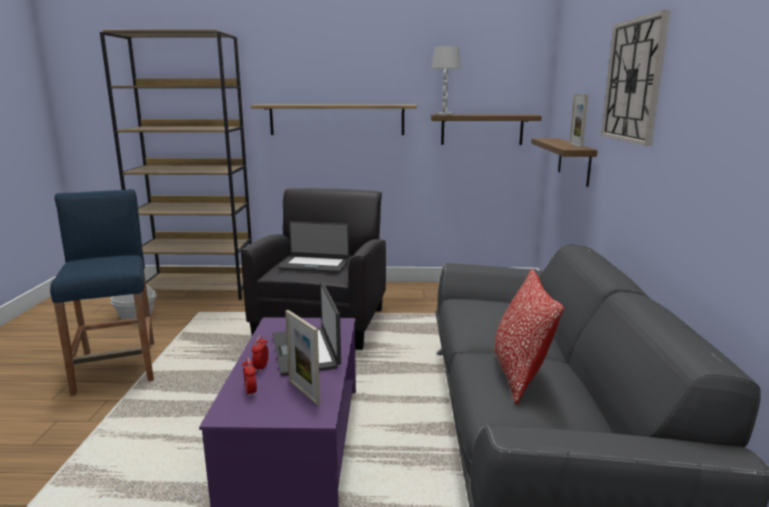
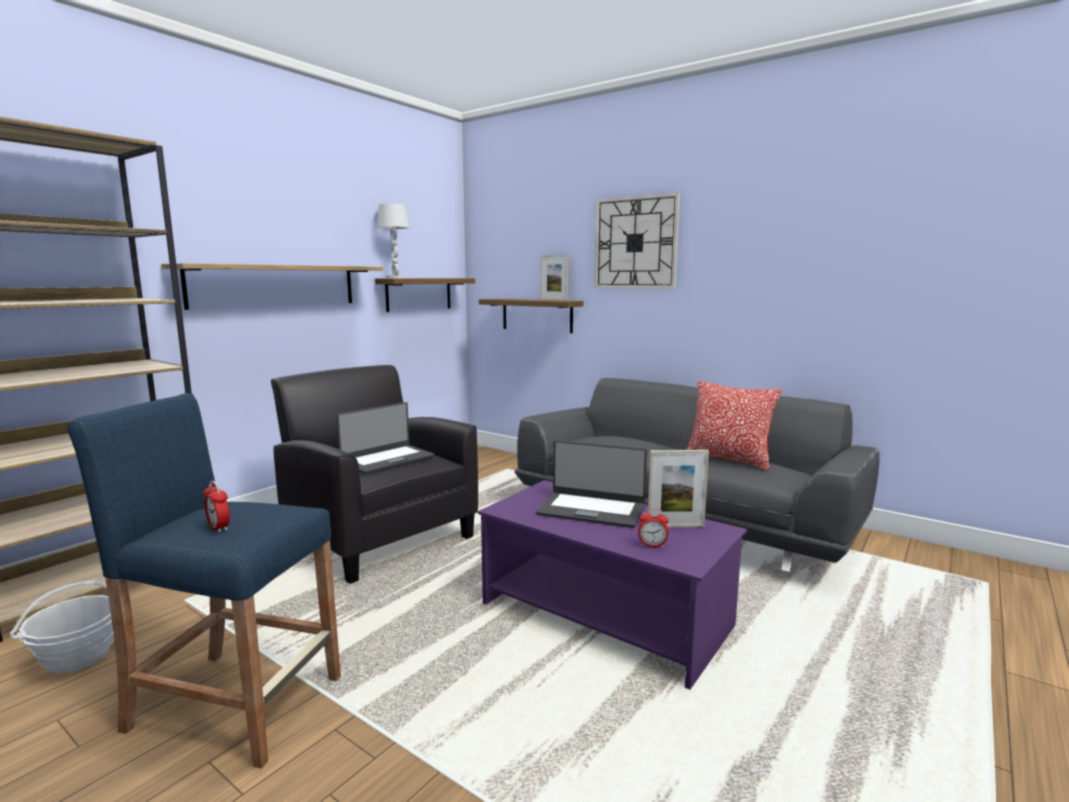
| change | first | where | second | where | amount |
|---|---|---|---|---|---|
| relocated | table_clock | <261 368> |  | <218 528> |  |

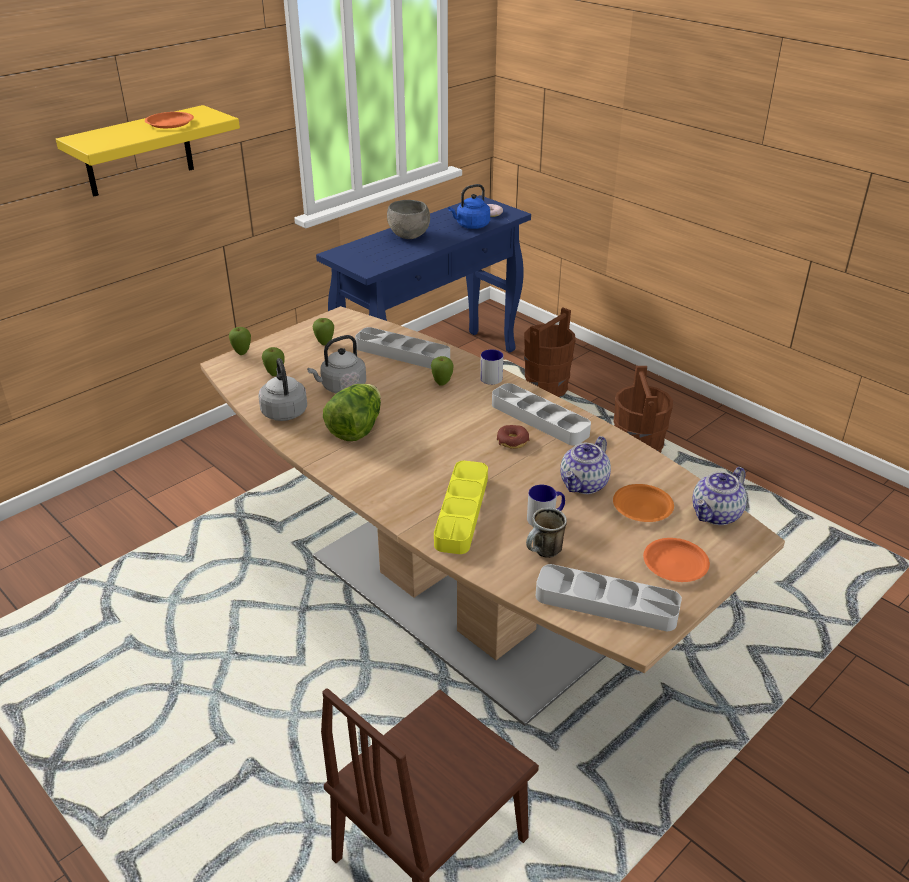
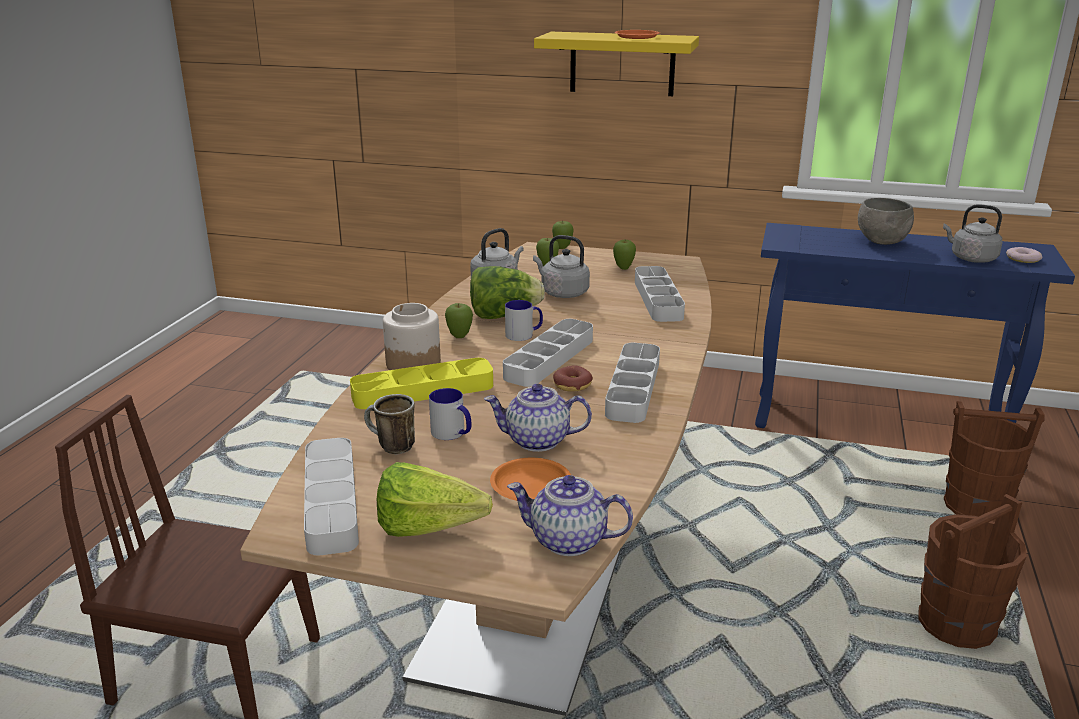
| change | first | where | second | where | amount |
|---|---|---|---|---|---|
| appeared |  |  | preserve_jar | <413 364> |  |
| appeared |  |  | greyish_carrying_tray | <549 358> |  |
| relocated | whole_apple | <442 383> |  | <459 337> |  |
| relocated | mug | <492 376> |  | <524 334> |  |
| exchanged | orange_plate | <674 564> | lettuce_head | <437 530> |  |
| colour | bluish_tea_kettle | <471 226> | greyish_tea_kettle | <970 258> |  |

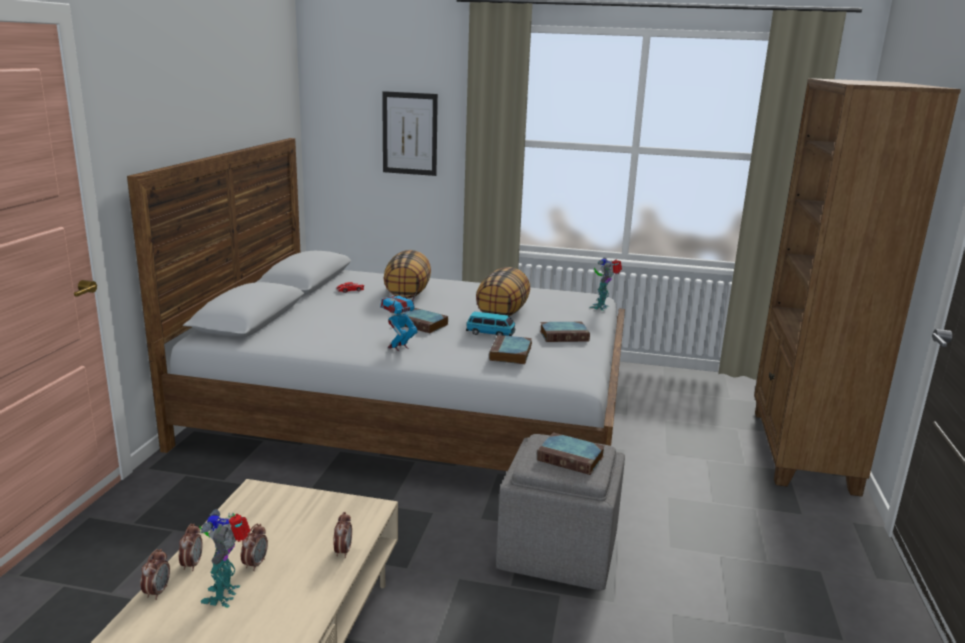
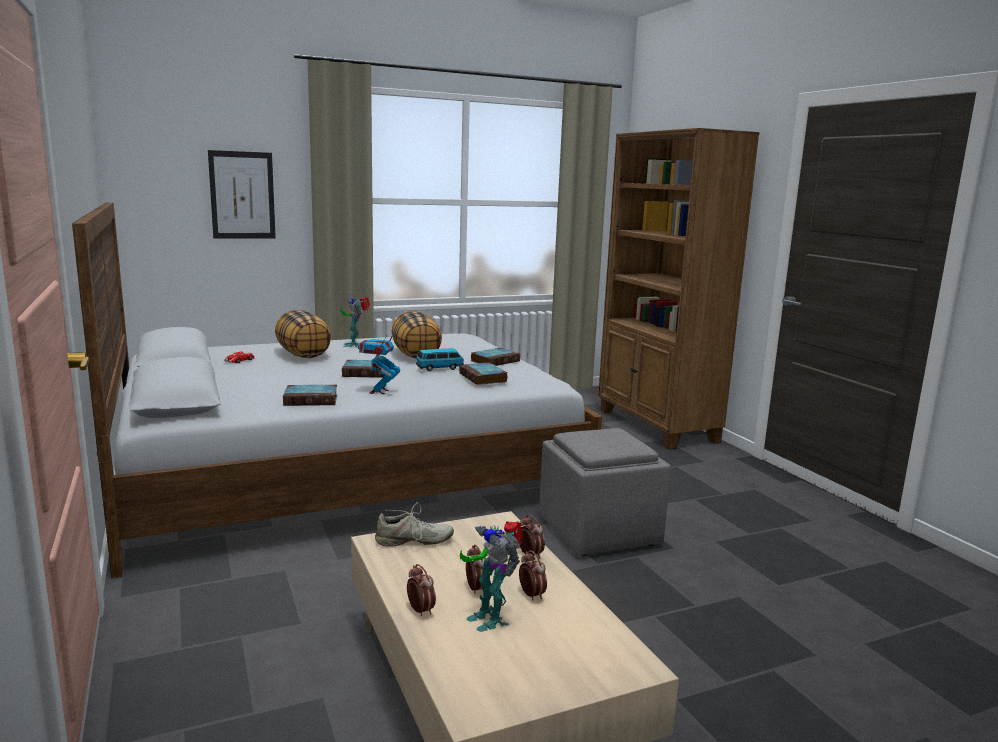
| change | first | where | second | where | amount |
|---|---|---|---|---|---|
| appeared |  |  | sand-coloured_item_of_footwear | <413 541> |  |
| relocated | table_clock | <157 592> |  | <531 595> |  |
| relocated | volume | <572 458> |  | <312 400> |  |
| relocated | robot_figure | <602 307> |  | <354 345> |  |

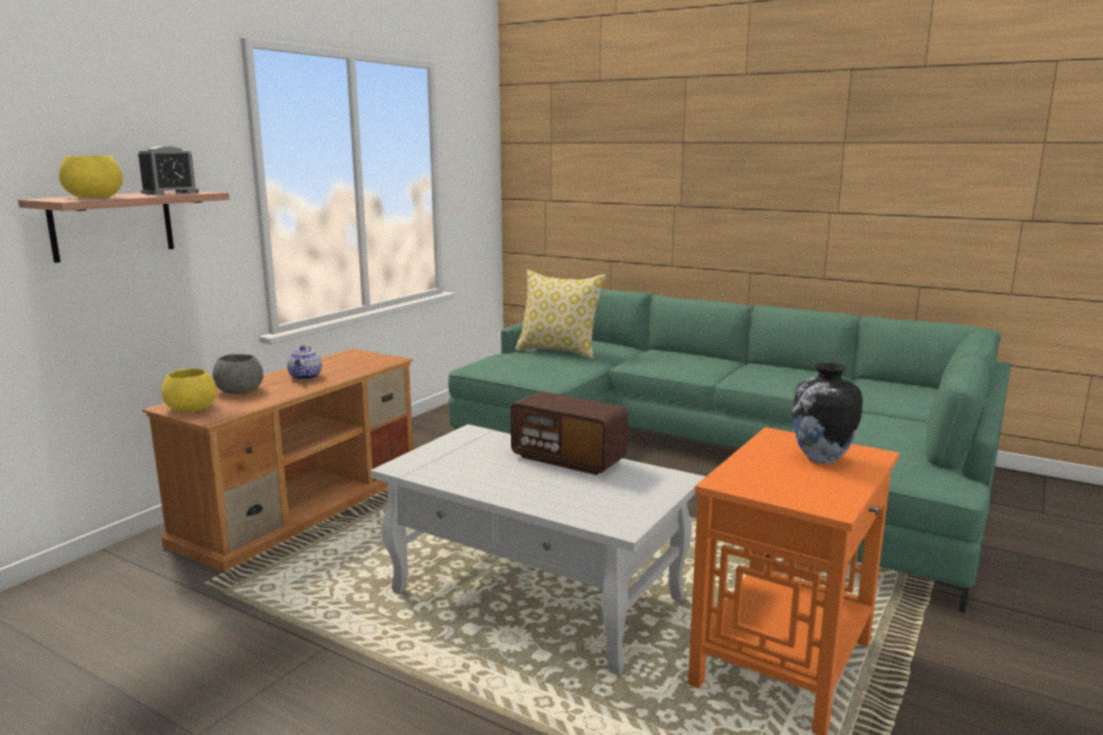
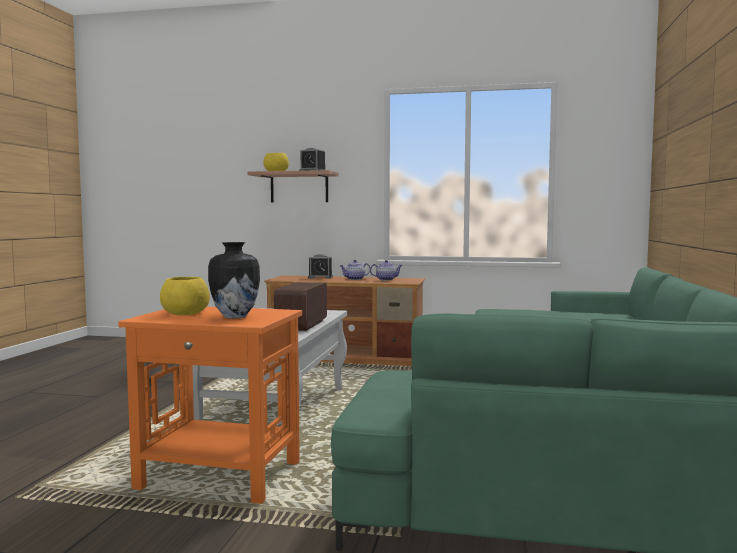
| change | first | where | second | where | amount |
|---|---|---|---|---|---|
| missing | pillow | <559 351> |  |  |  |
| appeared |  |  | pot_for_tea | <386 279> |  |
| relocated | yellowish_bowl | <192 408> |  | <185 313> |  |
| exchanged | greyish_bowl | <238 391> | table_clock | <320 277> |  |

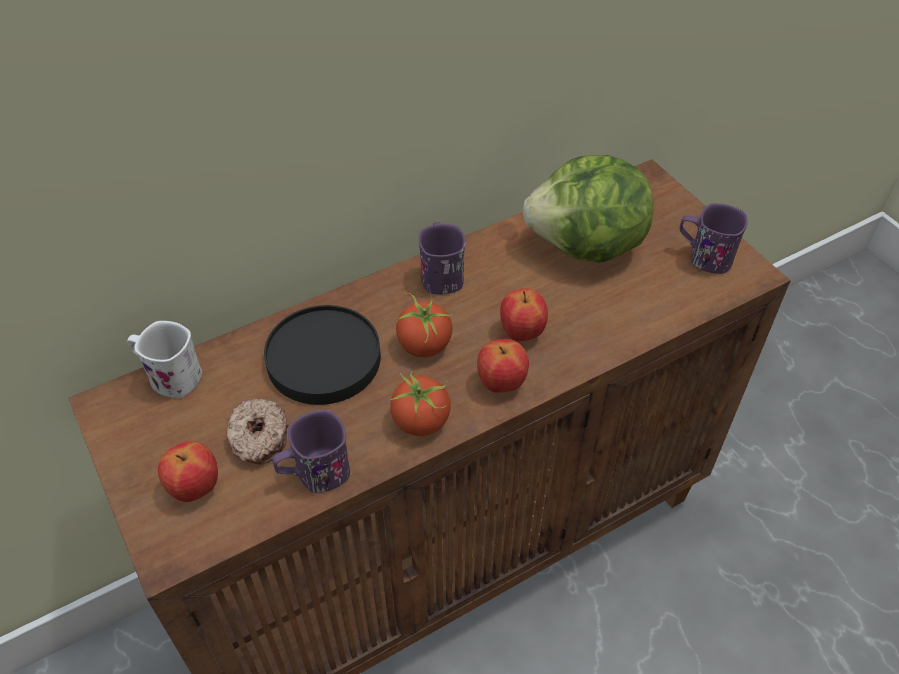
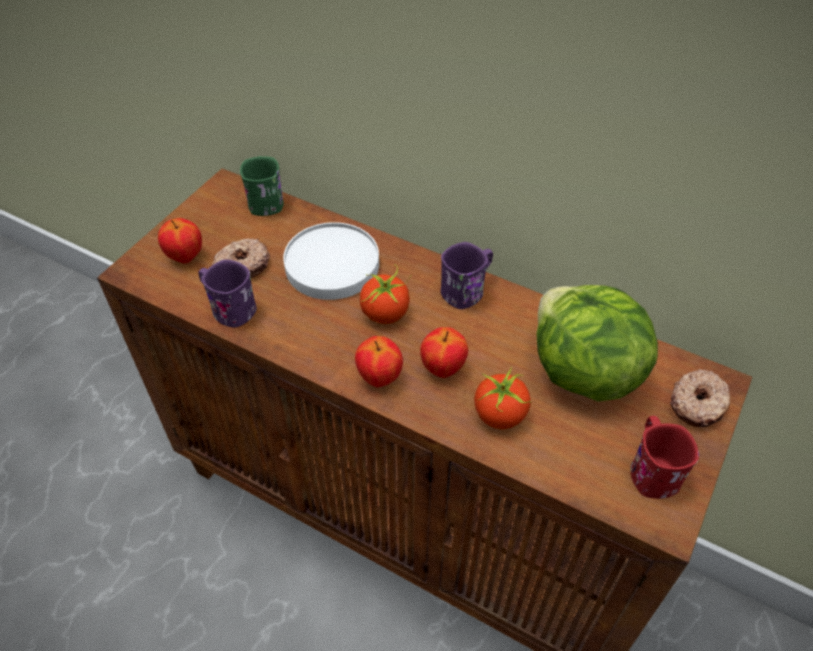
| change | first | where | second | where | amount |
|---|---|---|---|---|---|
| appeared |  |  | donut | <698 404> |  |
| relocated | fresh_tomato | <421 422> |  | <499 415> |  |
| colour | white-coloured_mug | <169 376> | greenish_mug | <265 200> |  |
| colour | black_plate | <323 358> | white-coloured_plate | <332 264> |  |
| colour | purple_mug | <703 256> | reddish_mug | <651 469> |  |

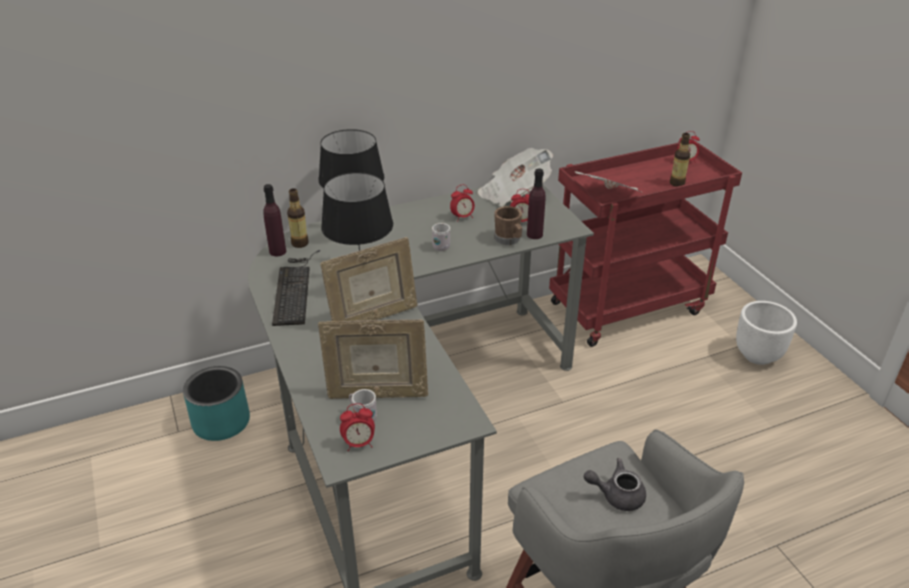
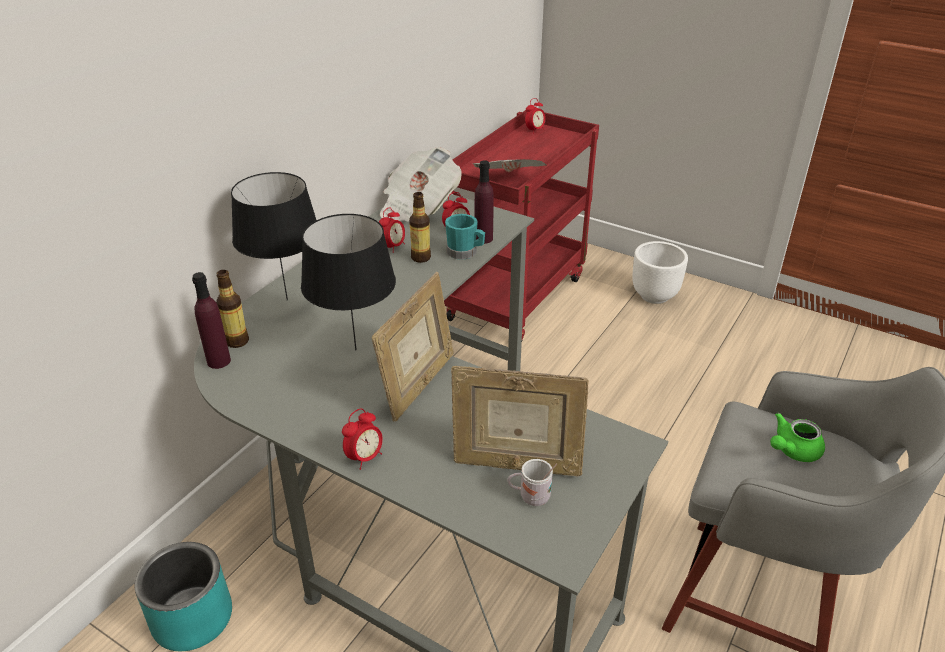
| change | first | where | second | where | amount |
|---|---|---|---|---|---|
| missing | keyboard | <294 288> |  |  |  |
| missing | white-coloured_mug | <442 246> |  |  |  |
| relocated | table_clock | <359 444> |  | <365 457> |  |
| relocated | beverage_bottle | <677 183> |  | <421 258> |  |
| colour | brown_mug | <509 240> | blue-green_mug | <465 252> |  |
| colour | greyish_pot_for_tea | <616 495> | greenish_pot_for_tea | <792 450> |  |
| spun | picture_frame | <377 394> |  | <516 464> | 45 degrees clockwise |

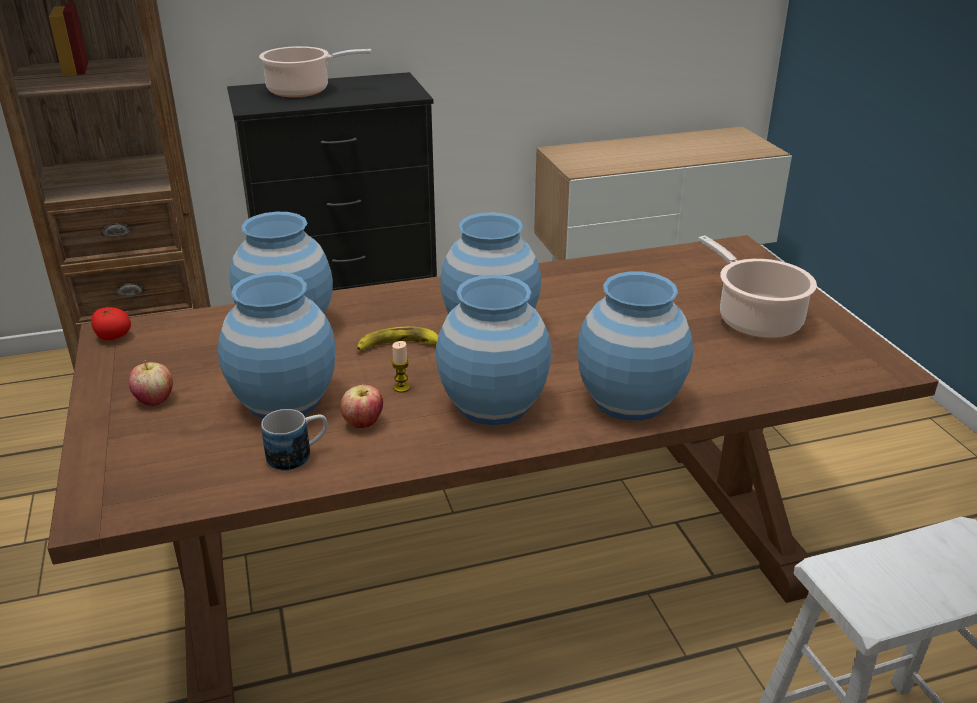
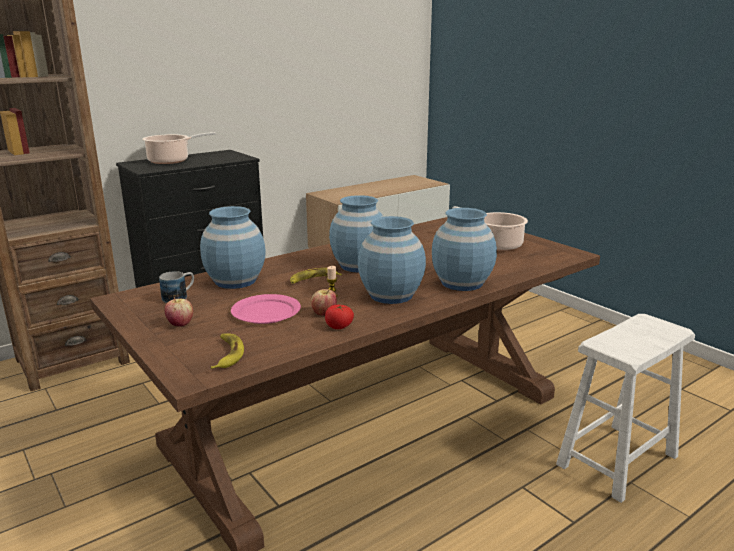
| change | first | where | second | where | amount |
|---|---|---|---|---|---|
| appeared |  |  | banana_fruit | <227 354> |  |
| relocated | fresh_tomato | <113 337> |  | <339 327> |  |
| relocated | mug | <298 455> |  | <179 297> |  |
| exchanged | bluish_vase | <284 401> | pink_plate | <266 312> |  |

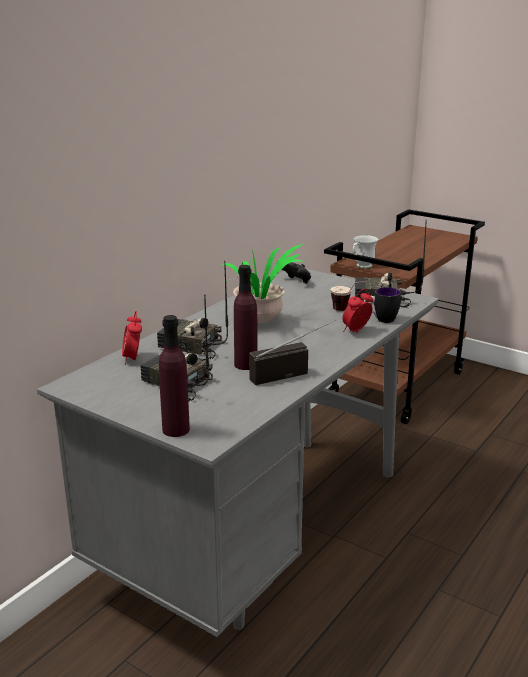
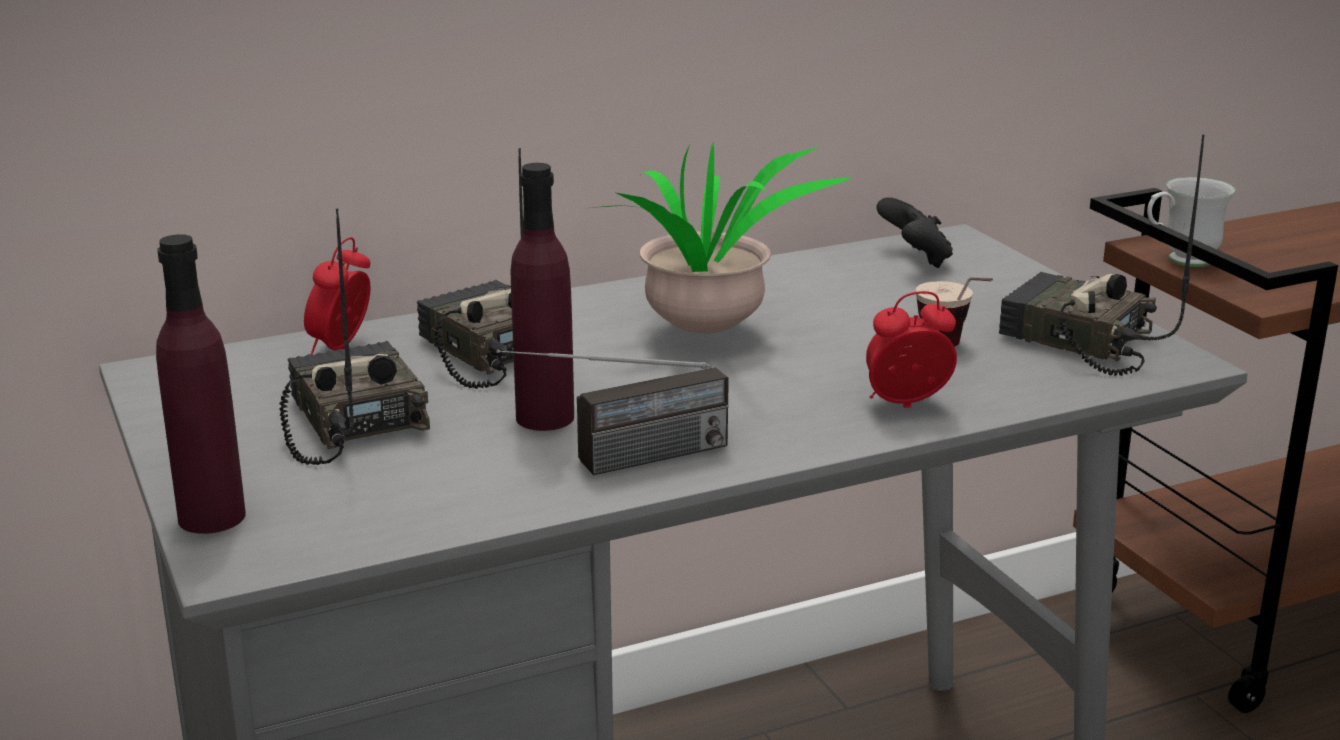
| change | first | where | second | where | amount |
|---|---|---|---|---|---|
| missing | mug | <380 320> |  |  |  |
| spun | radio_receiver | <292 373> |  | <618 463> | 150 degrees clockwise |

